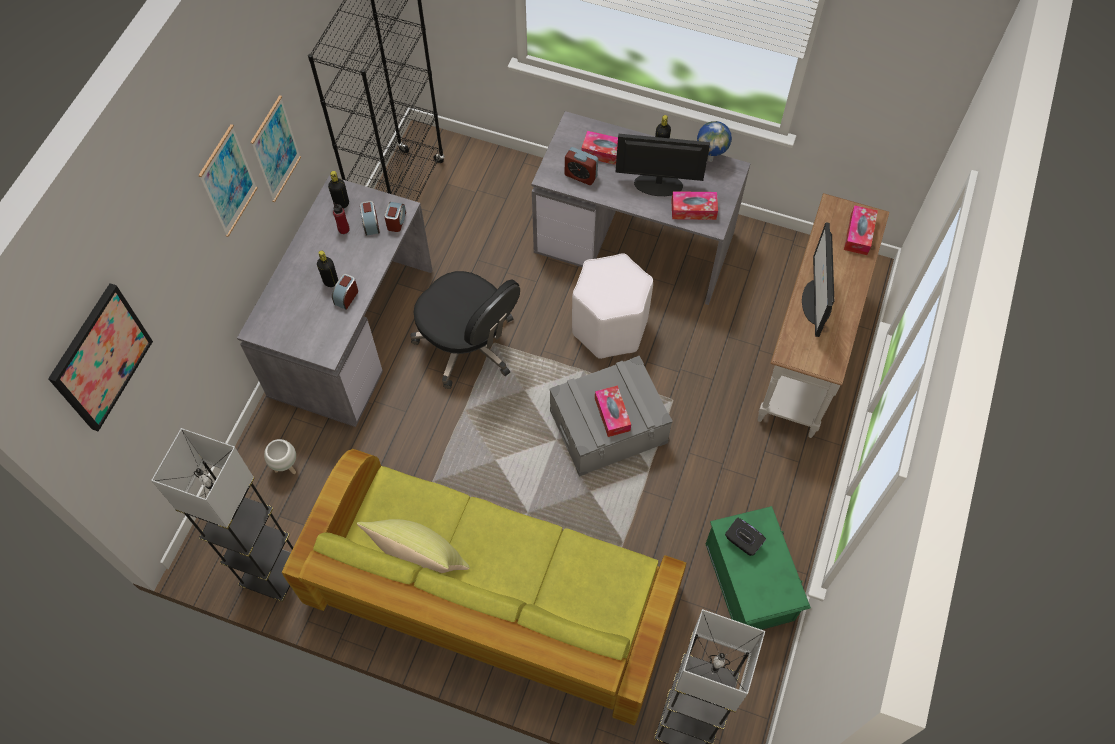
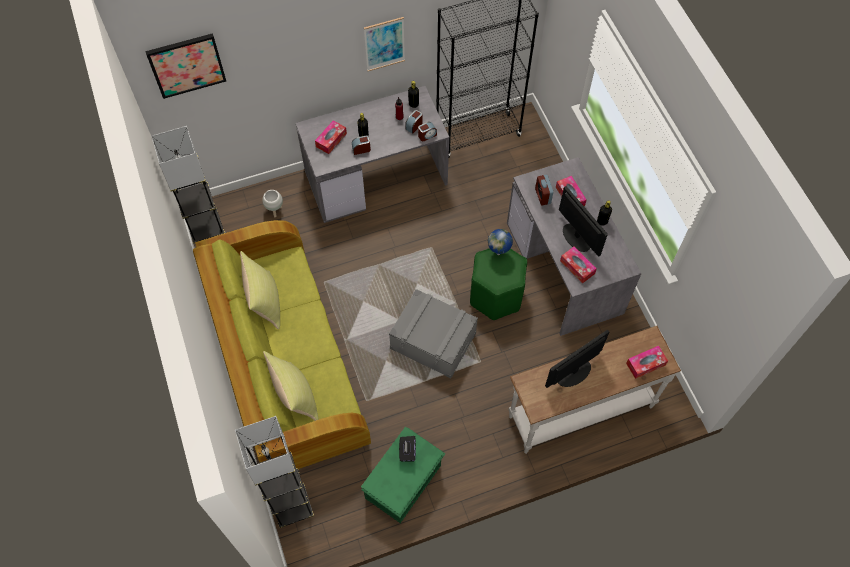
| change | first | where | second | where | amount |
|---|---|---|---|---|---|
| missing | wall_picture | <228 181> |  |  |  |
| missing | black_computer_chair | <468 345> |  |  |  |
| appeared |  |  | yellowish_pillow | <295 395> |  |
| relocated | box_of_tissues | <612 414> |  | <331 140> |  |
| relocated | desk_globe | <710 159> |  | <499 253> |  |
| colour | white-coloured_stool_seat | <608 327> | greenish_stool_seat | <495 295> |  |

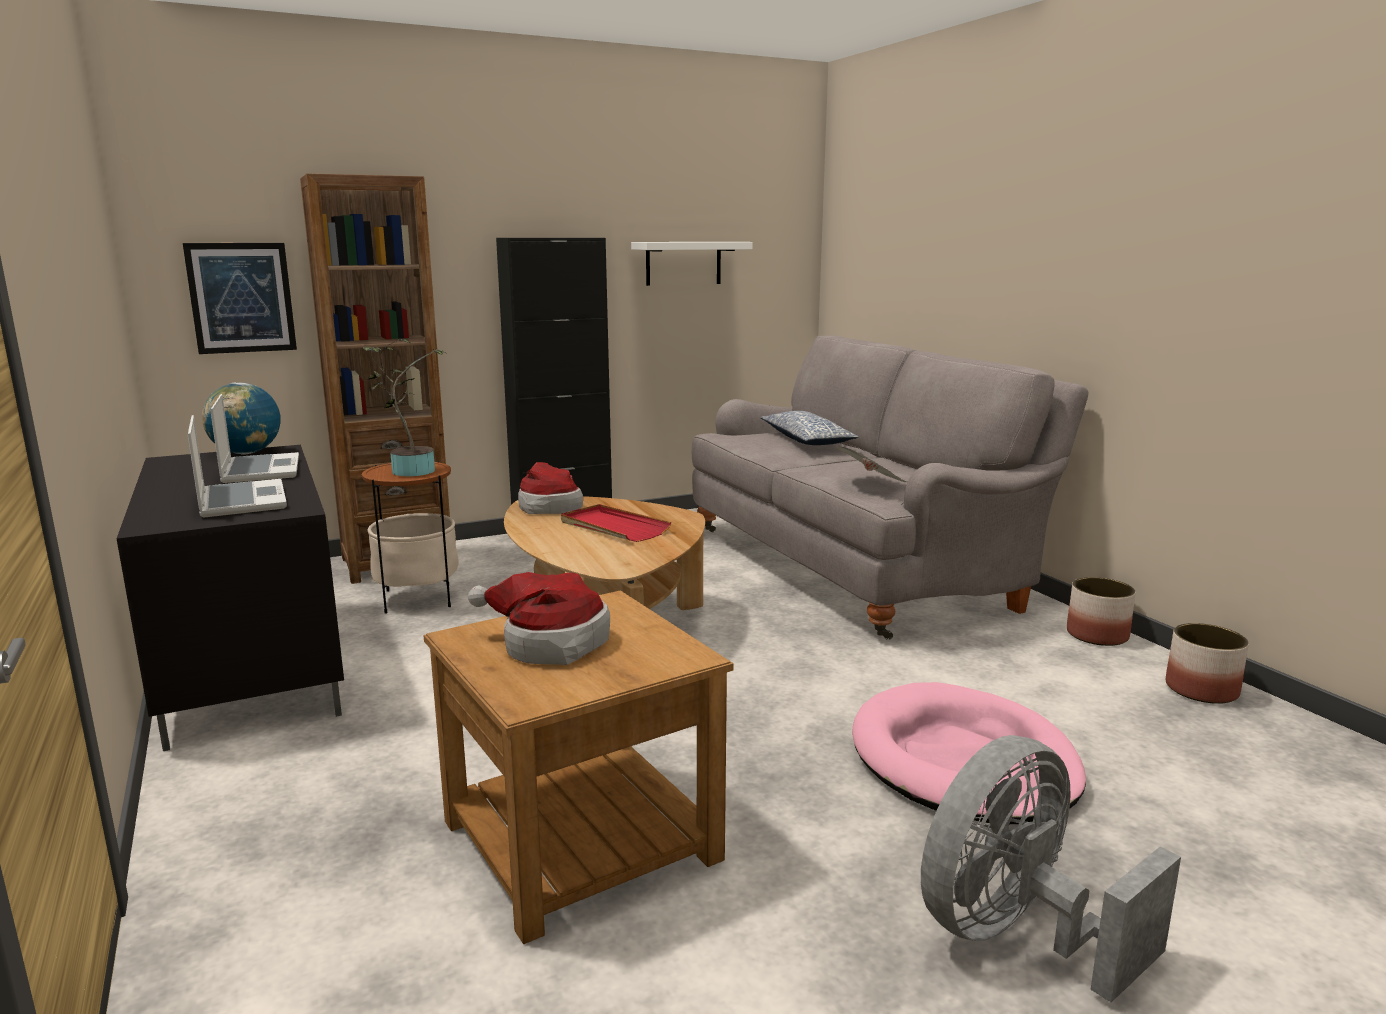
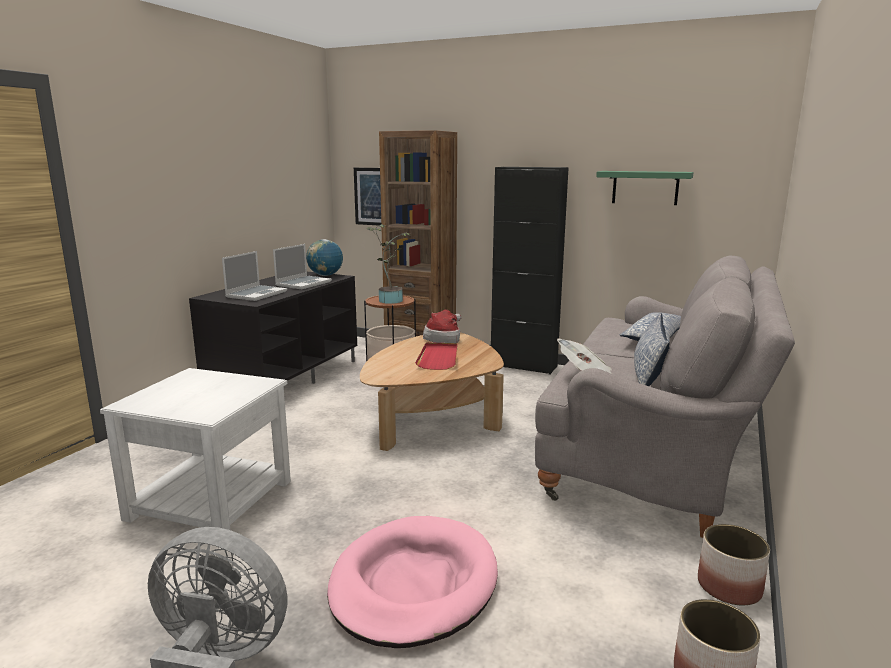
| change | first | where | second | where | amount |
|---|---|---|---|---|---|
| missing | clothing_hat | <548 644> |  |  |  |
| appeared |  |  | pillow | <648 374> |  |
| colour | brown_side_table | <579 839> | white-coloured_side_table | <211 499> |  |
| colour | white-coloured_wall_shelf | <683 263> | greenish_wall_shelf | <645 187> |  |

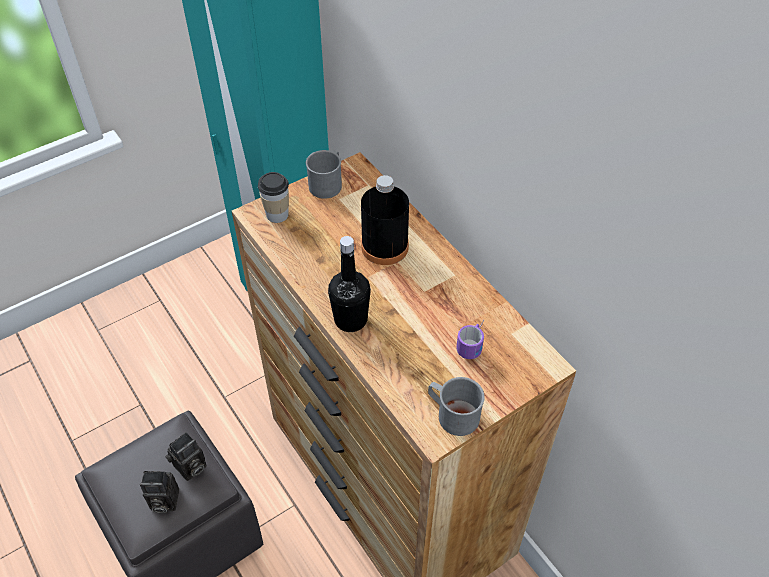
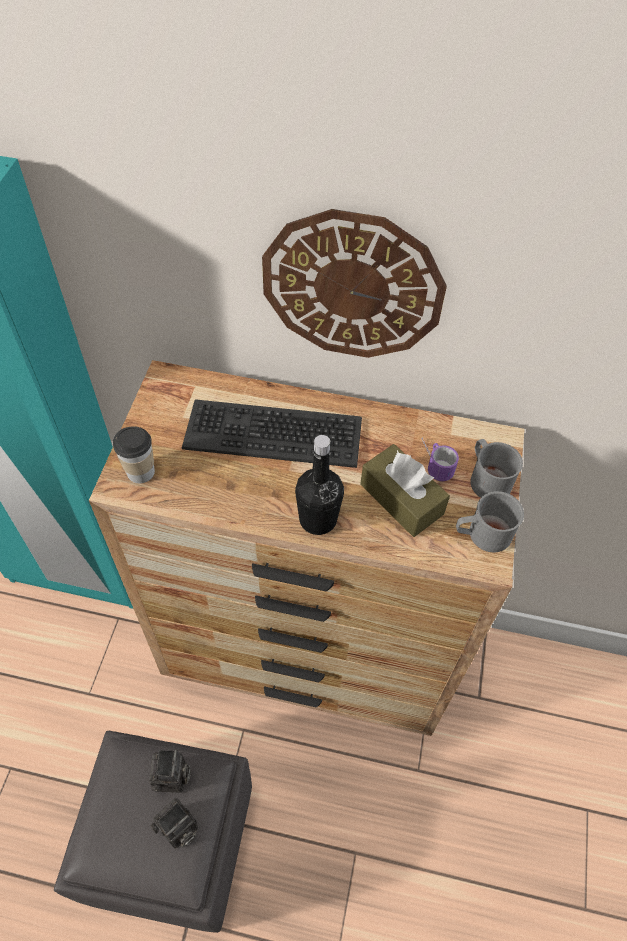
| change | first | where | second | where | amount |
|---|---|---|---|---|---|
| appeared |  |  | wall_clock | <352 287> |  |
| appeared |  |  | brown_box_of_tissues | <401 499> |  |
| relocated | greyish_mug | <327 183> |  | <487 478> |  |
| exchanged | black_beverage_bottle | <384 247> | keyboard | <273 433> |  |

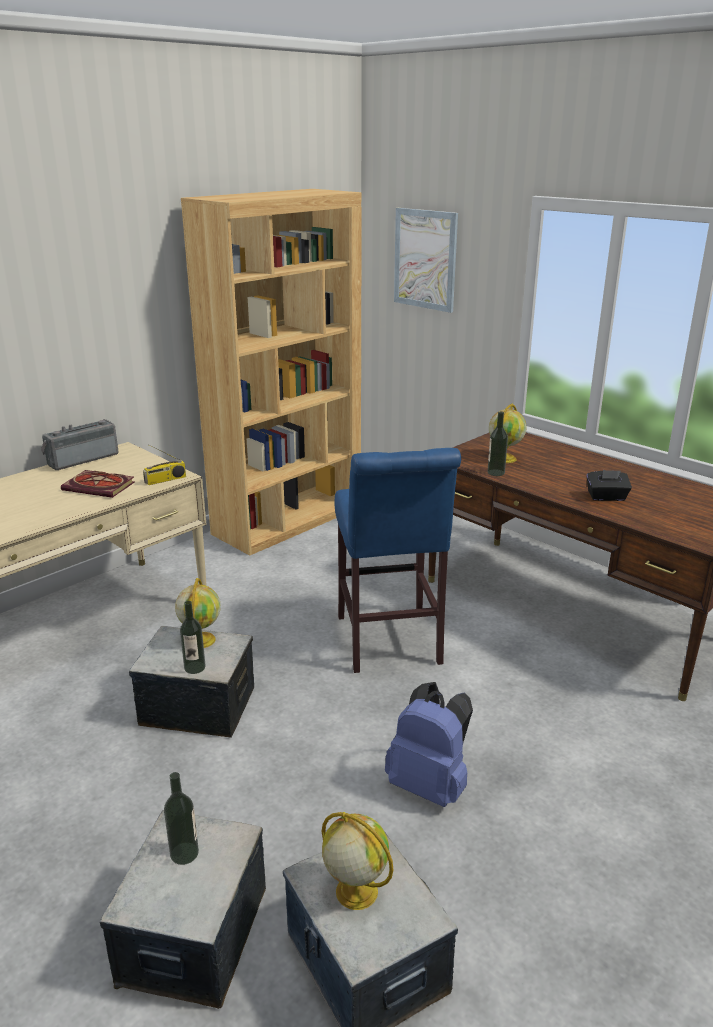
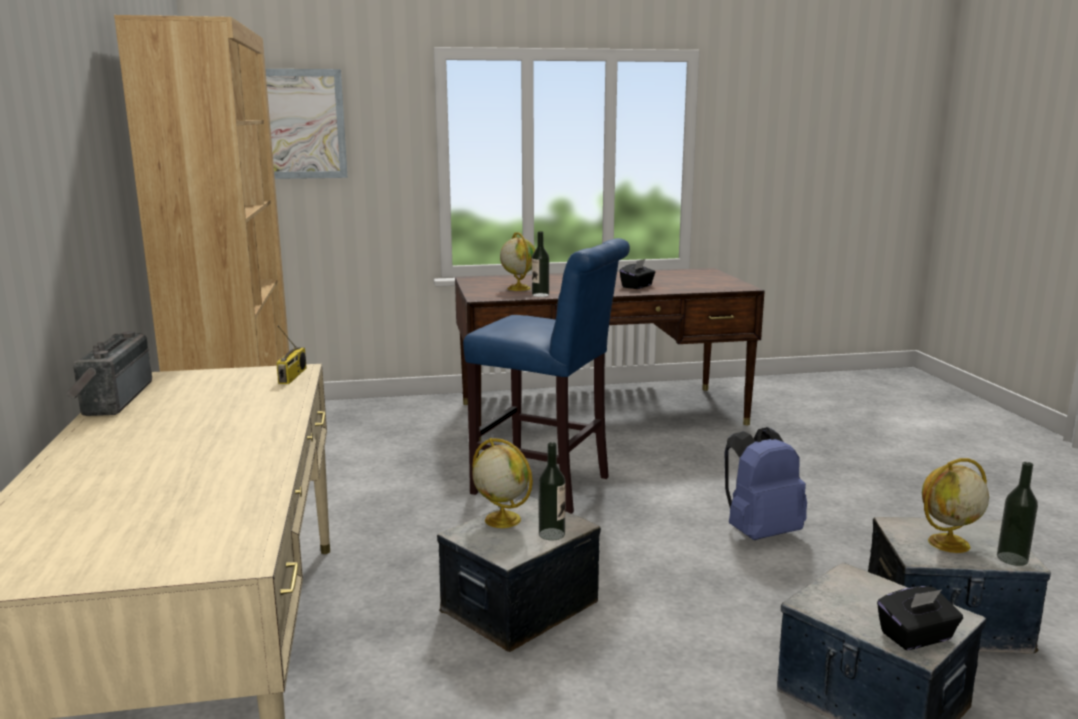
| change | first | where | second | where | amount |
|---|---|---|---|---|---|
| missing | volume | <101 486> |  |  |  |
| appeared |  |  | black_box_of_tissues | <916 637> |  |
| relocated | beverage_bottle | <184 853> |  | <1012 559> |  |

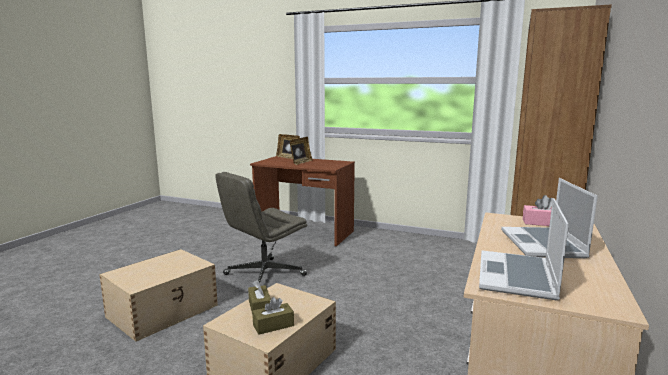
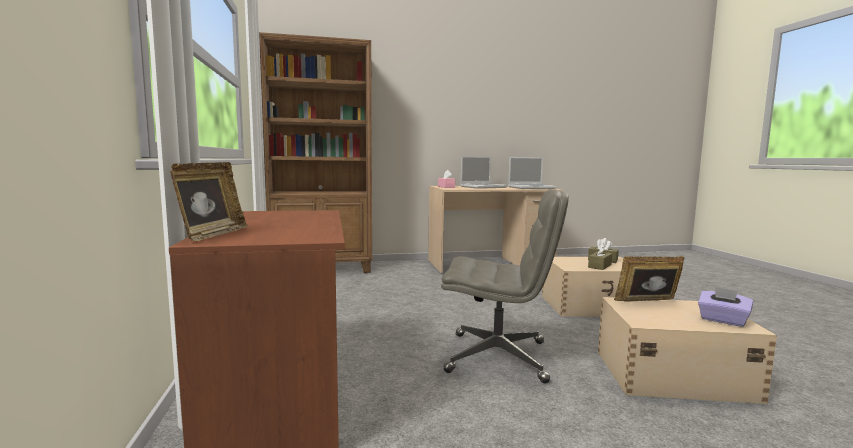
| change | first | where | second | where | amount |
|---|---|---|---|---|---|
| appeared |  |  | purple_box_of_tissues | <722 320> |  |
| relocated | picture_frame | <301 162> |  | <648 303> |  |

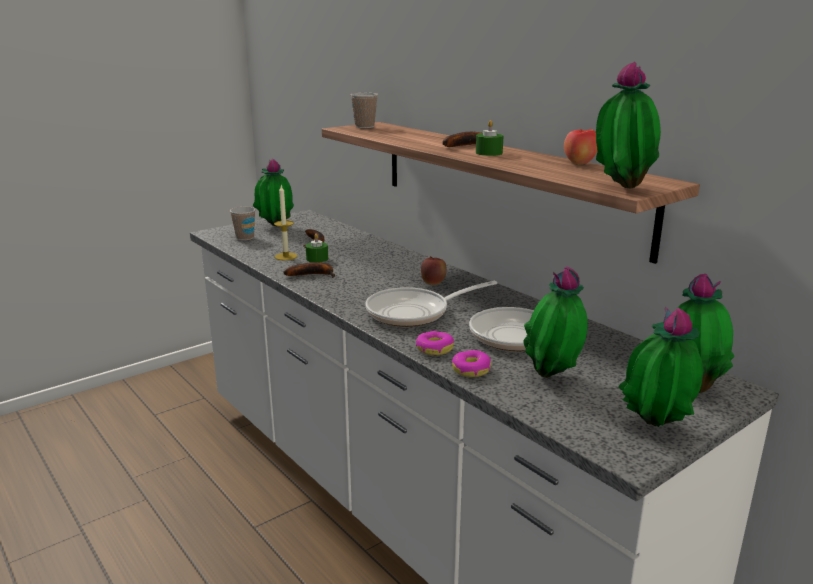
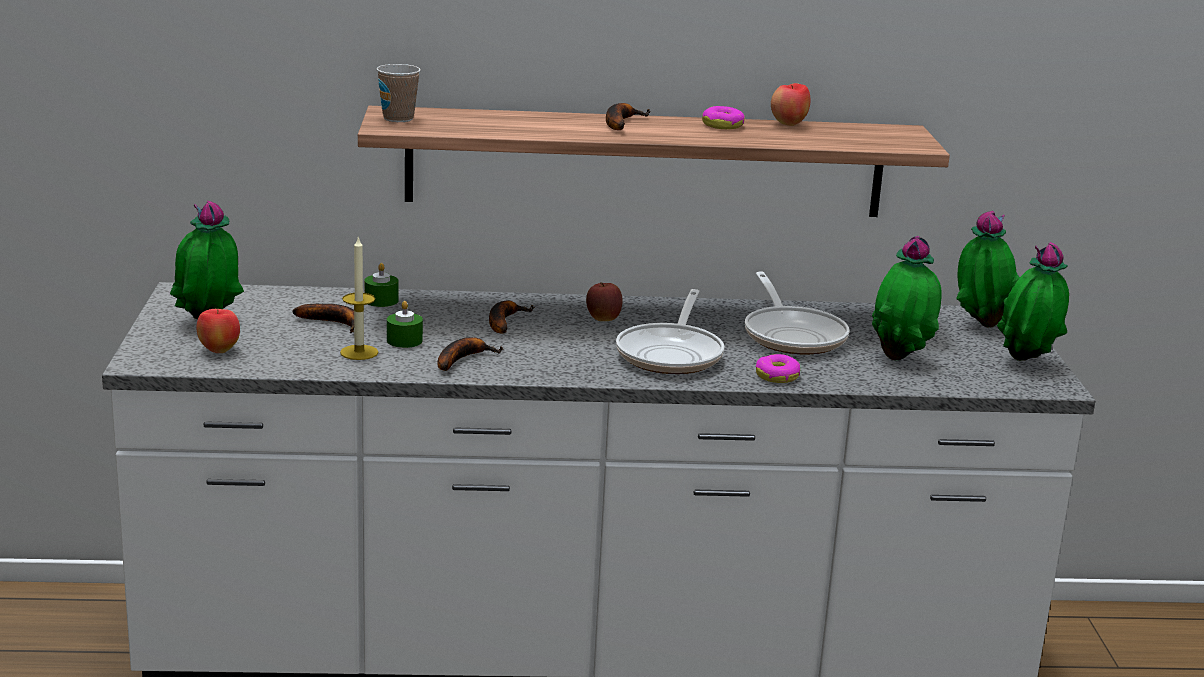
| change | first | where | second | where | amount |
|---|---|---|---|---|---|
| missing | potted_plant | <620 188> |  |  |  |
| appeared |  |  | banana_fruit | <504 322> |  |
| relocated | donut | <471 369> |  | <722 125> |  |
| relocated | greenish_wax_light | <489 153> |  | <381 301> |  |
| exchanged | small_cup | <245 238> | whole_apple | <219 351> |  |

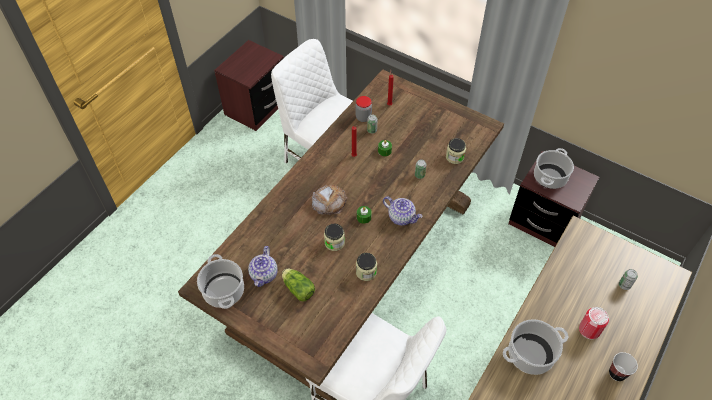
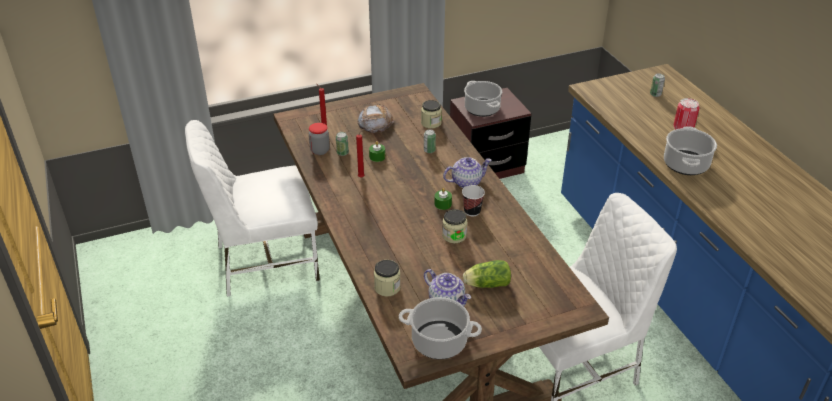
| change | first | where | second | where | amount |
|---|---|---|---|---|---|
| missing | brown_bedside_table | <256 107> |  |  |  |
| relocated | bakery_bread | <329 202> |  | <375 122> |  |
| relocated | preserve_jar | <366 272> |  | <387 287> |  |
| relocated | small_cup | <617 373> |  | <472 211> |  |

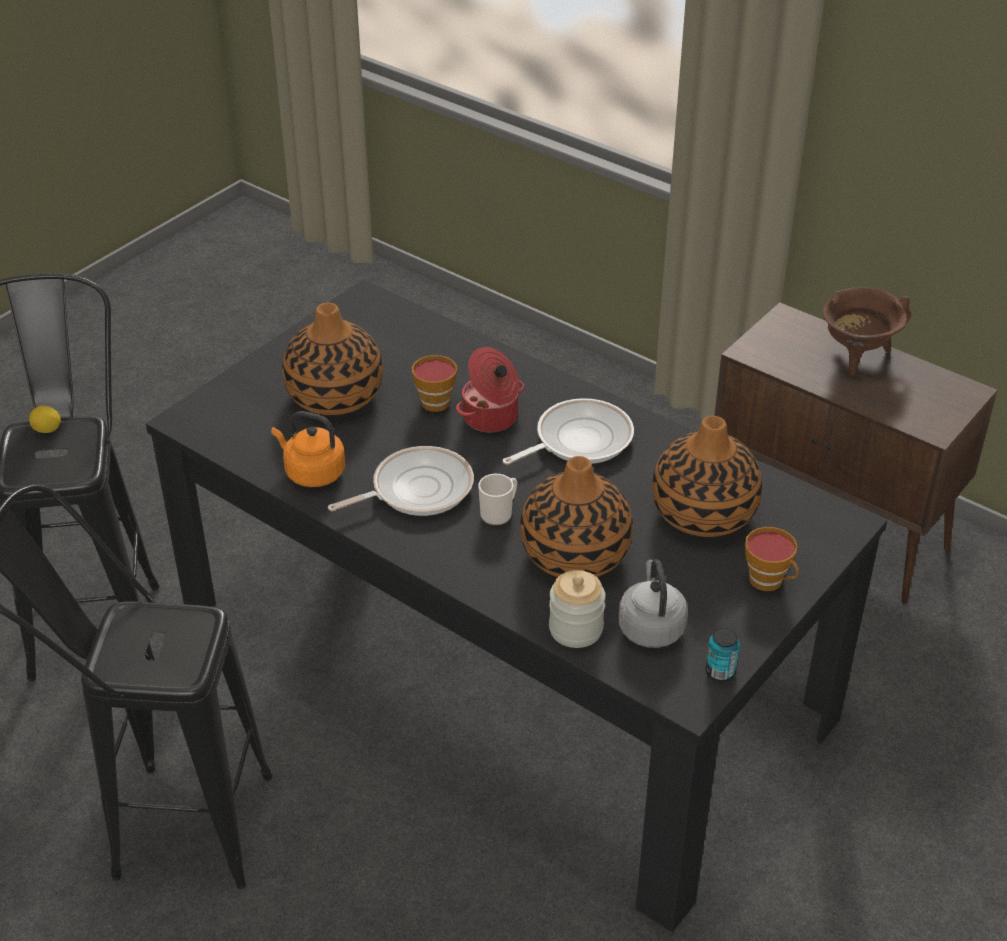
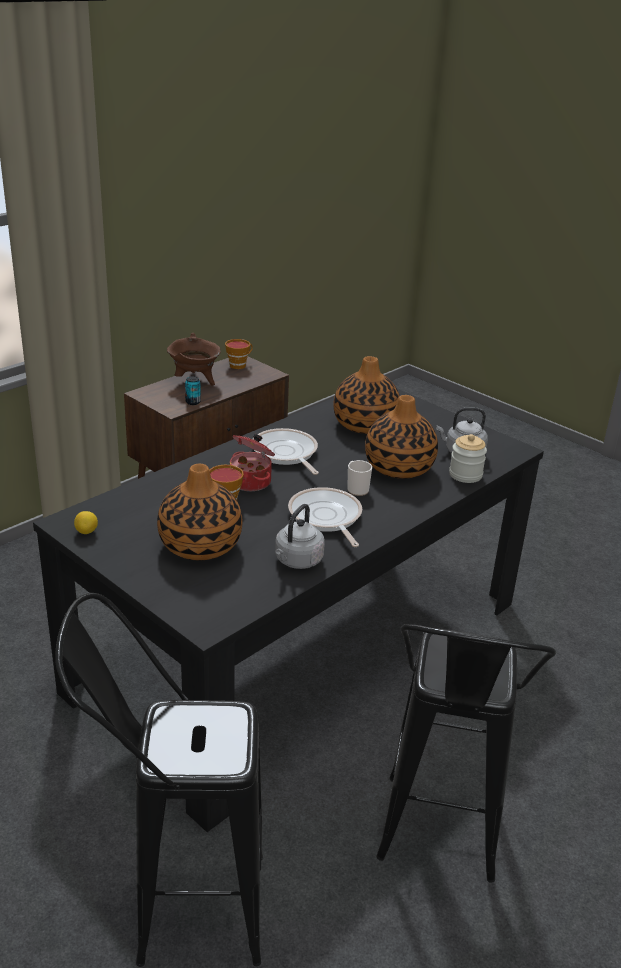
| change | first | where | second | where | amount |
|---|---|---|---|---|---|
| relocated | citrus_fruit | <47 430> |  | <87 532> |  |
| relocated | sealed_can | <720 672> |  | <193 402> |  |
| relocated | small_cup | <769 581> |  | <239 365> |  |
| colour | orange_tea_kettle | <312 473> | greyish_tea_kettle | <297 561> |  |

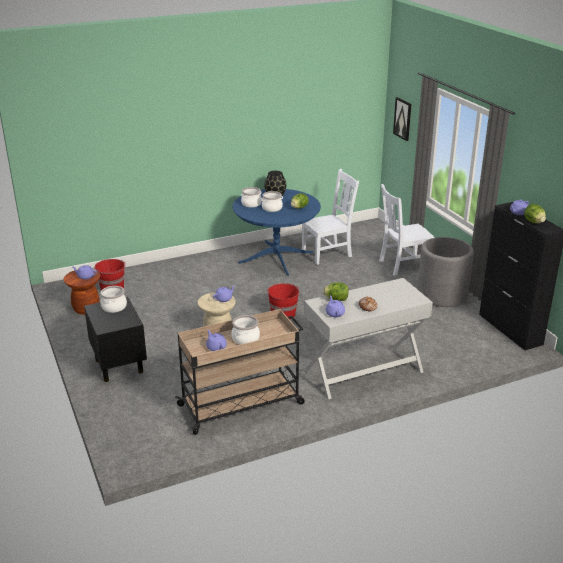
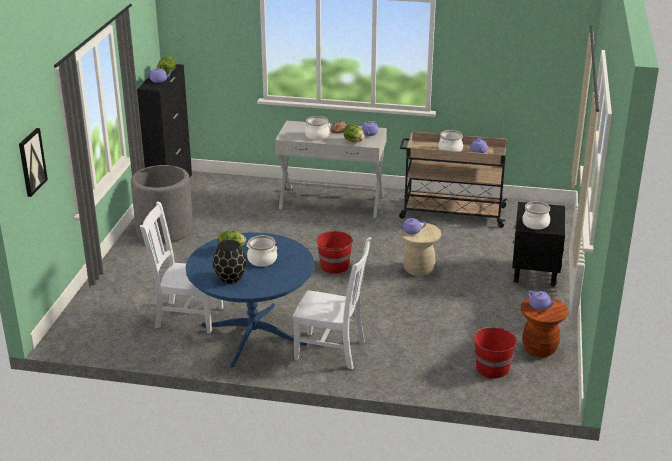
| change | first | where | second | where | amount |
|---|---|---|---|---|---|
| relocated | cooking_pot | <251 204> |  | <317 135> |  |
| relocated | white-coloured_upright_chair | <403 265> |  | <332 351> |  |

